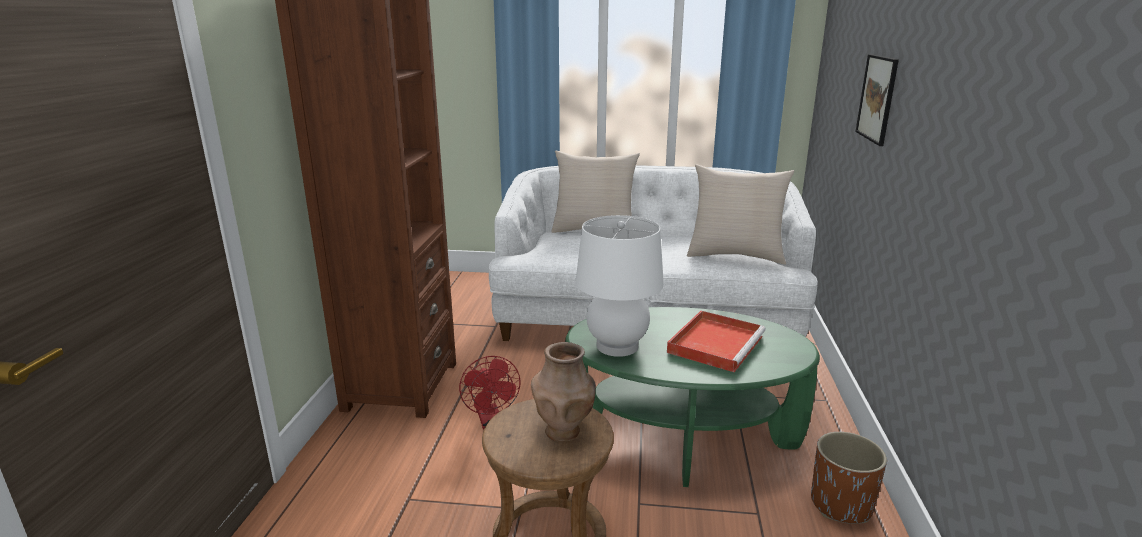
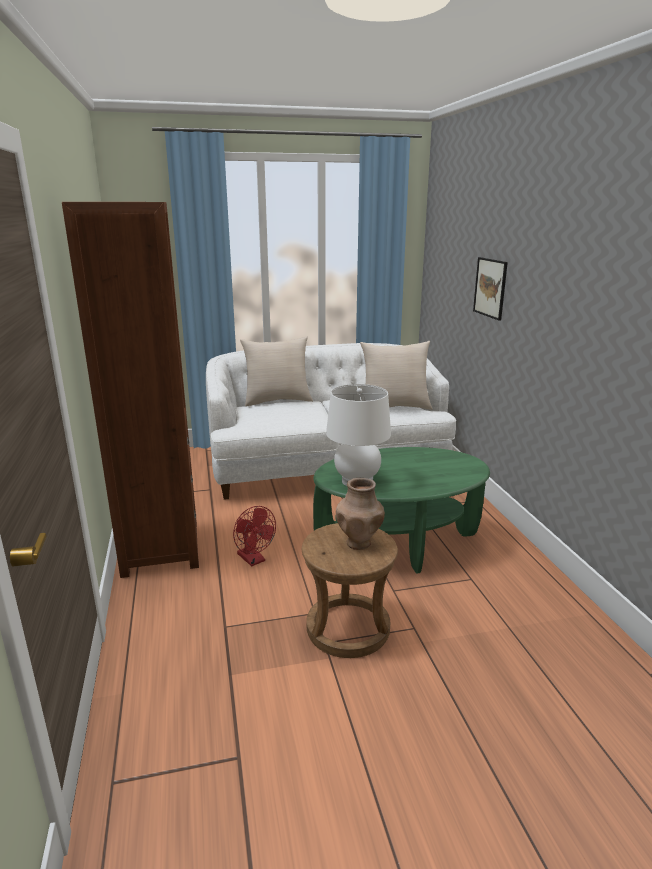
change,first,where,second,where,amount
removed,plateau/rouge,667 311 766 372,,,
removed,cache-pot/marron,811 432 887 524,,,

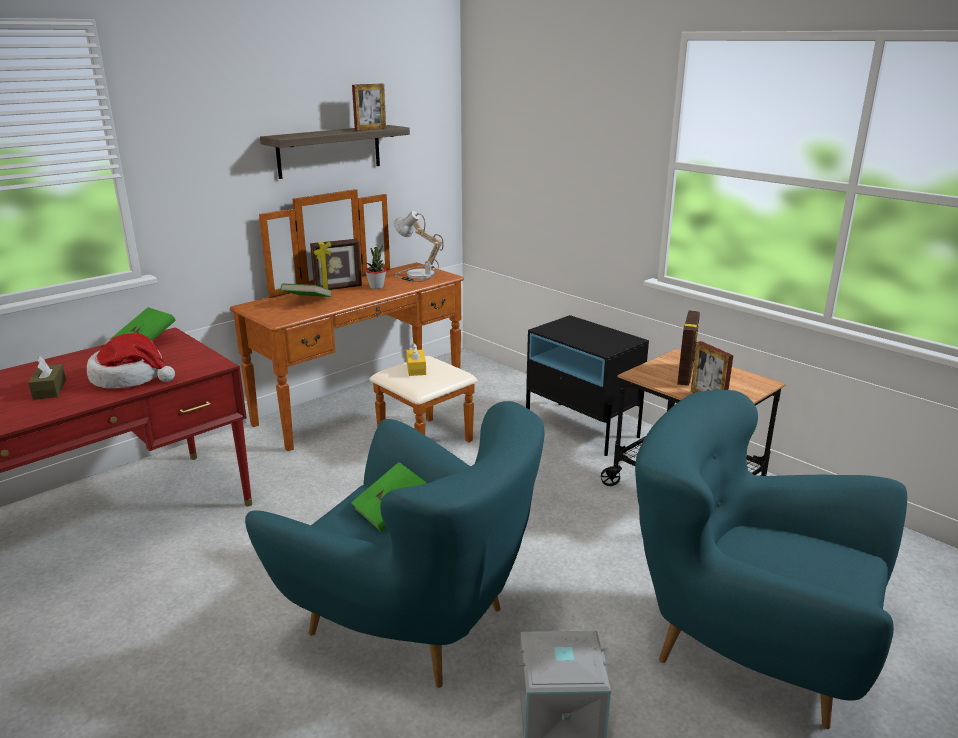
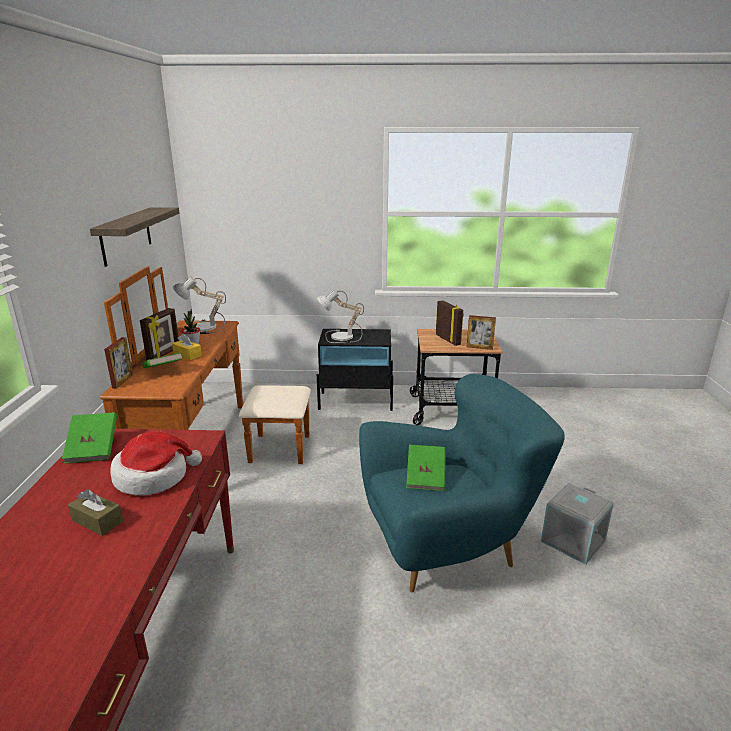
change,first,where,second,where,amount
moved,cadre photo,352 84 386 131,,104 337 133 388,
moved,boîte à mouchoirs/jaune,406 343 426 376,,172 334 202 360,
removed,fauteuil/turquoise,635 390 907 729,,,
added,,,lampe de table,317 289 364 344,

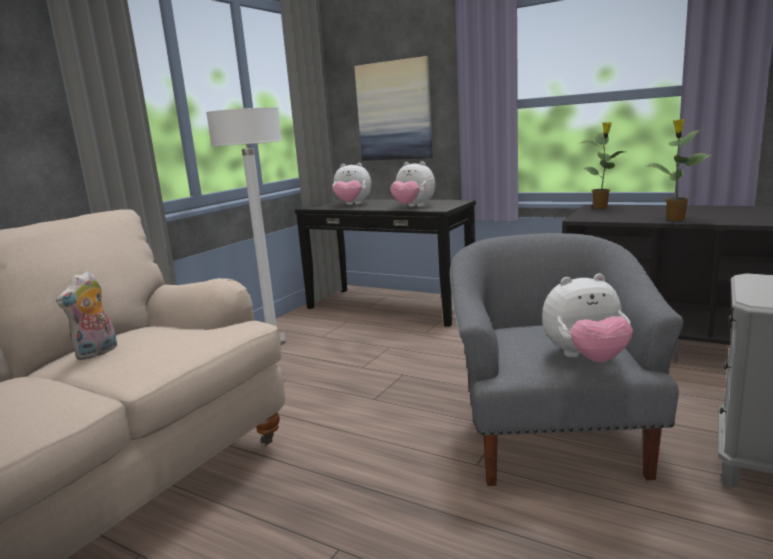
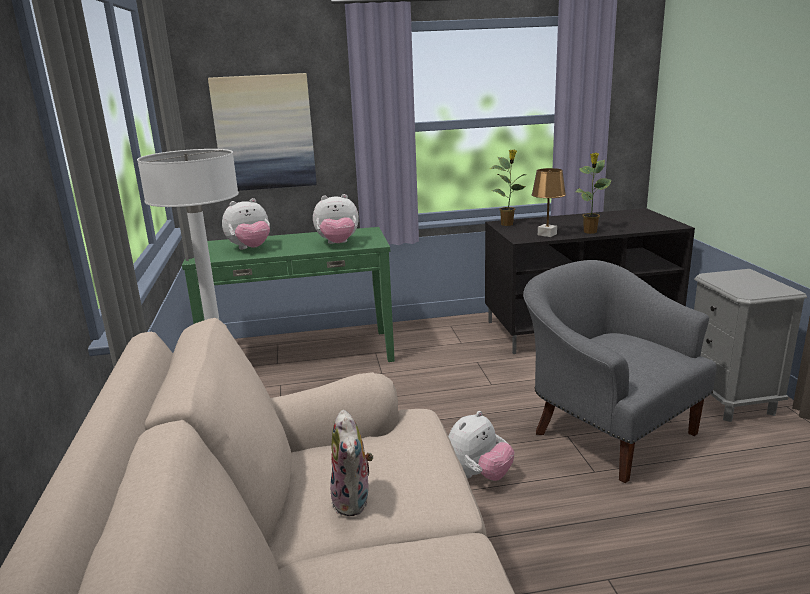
change,first,where,second,where,amount
recoloured,table console/noir,295 199 476 327,table console/vert,182 227 395 362,
moved,peluche,542 273 633 362,,448 411 514 481,
added,,,lampe de table/marron,532 168 566 237,

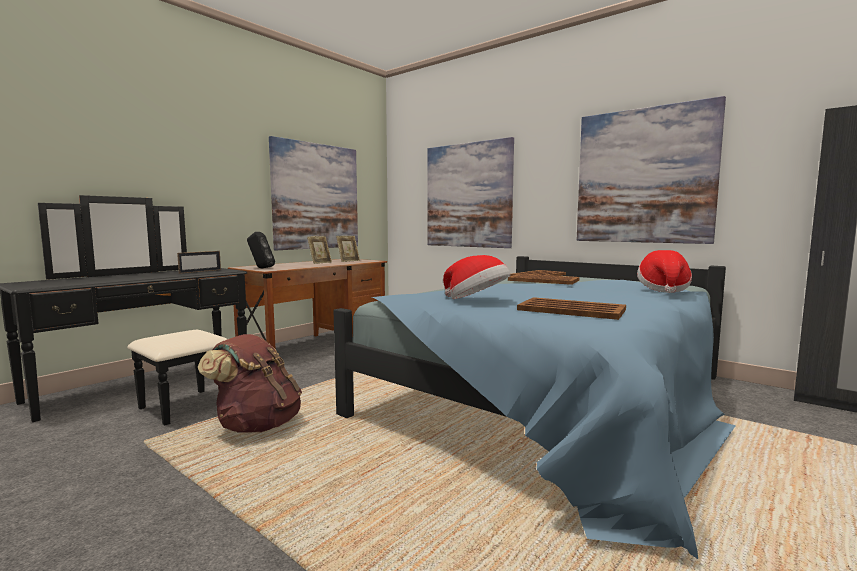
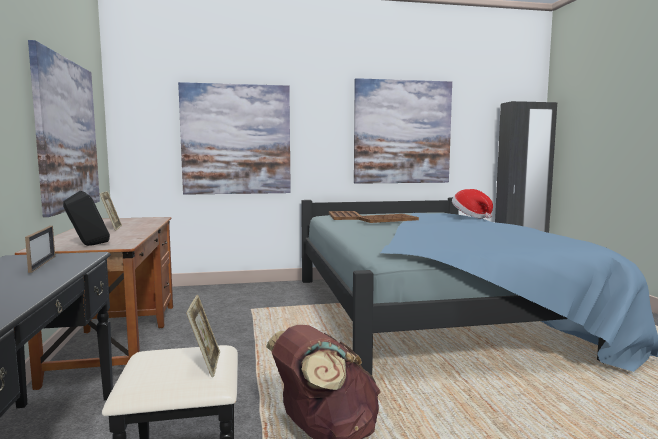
change,first,where,second,where,amount
moved,cadre photo,336 236 360 262,,186 295 220 377,
removed,chapeau,443 255 511 299,,,
removed,plateau/marron,517 297 626 320,,,

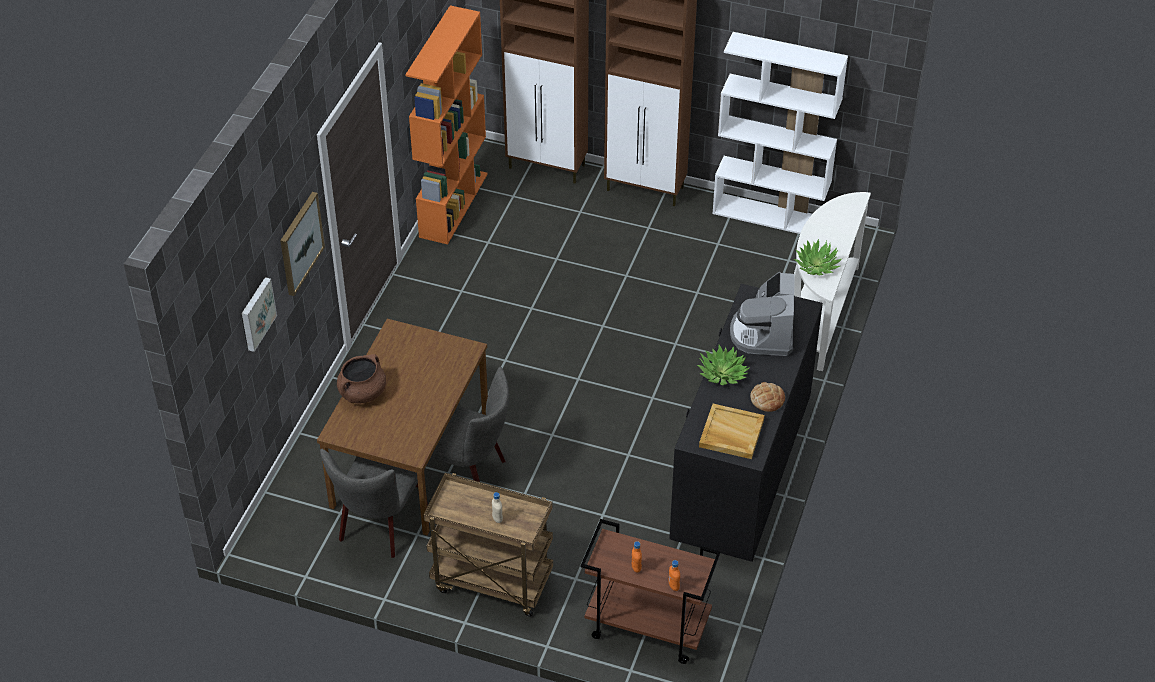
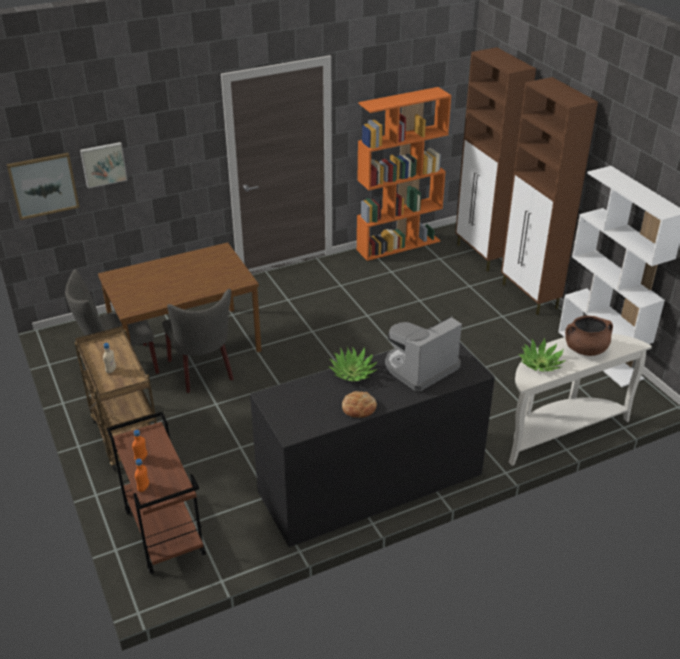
change,first,where,second,where,amount
moved,tableau,280 192 325 296,,6 153 80 220,
moved,marmite/marron,337 354 386 403,,565 316 613 356,
removed,plateau/beige,699 404 765 459,,,

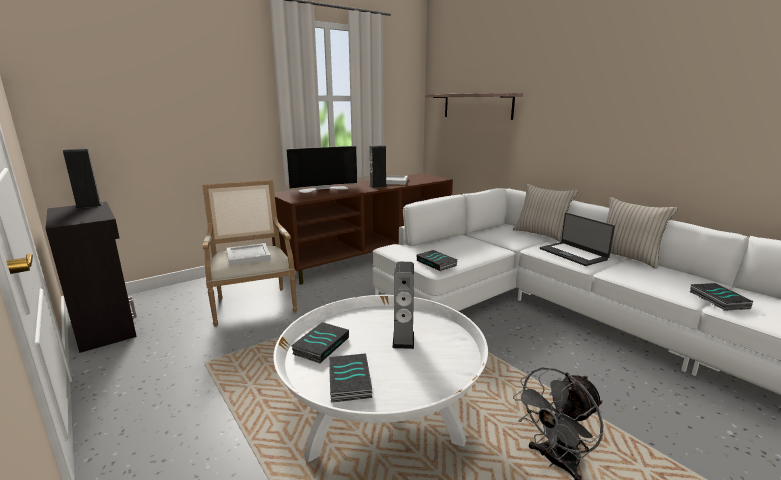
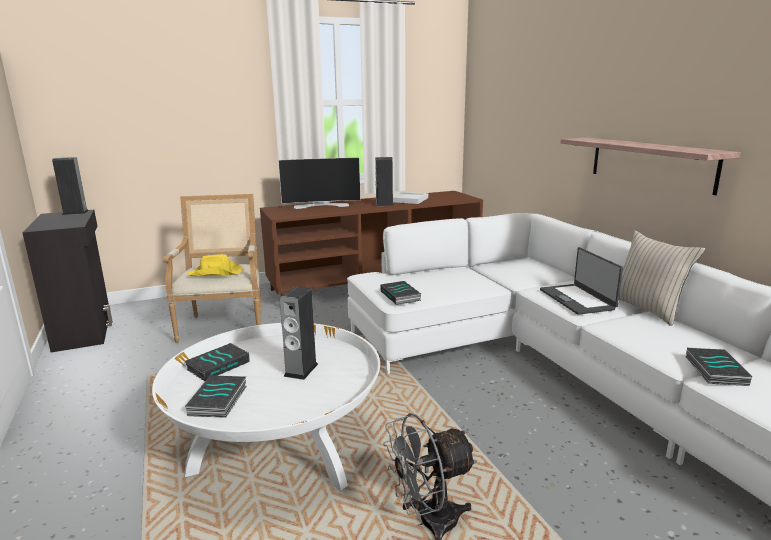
change,first,where,second,where,amount
moved,étagère,425 93 523 120,,561 137 741 195,
removed,coussin/beige,513 184 578 242,,,
replaced,plateau/blanc,227 243 271 266,chapeau/jaune,188 254 243 276,

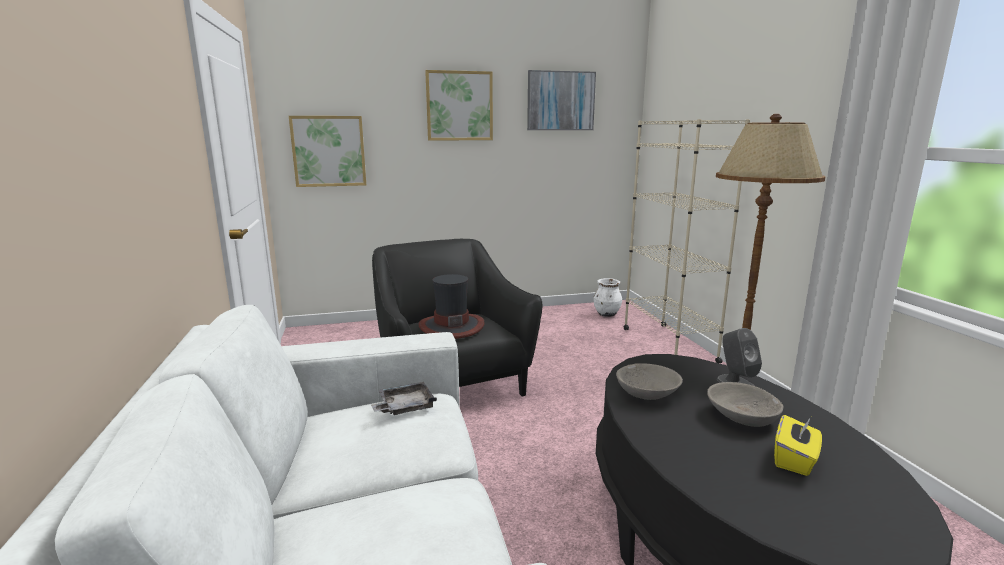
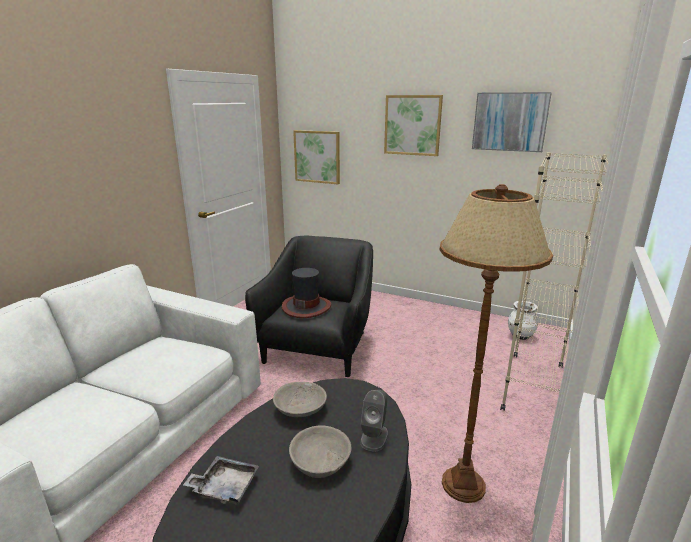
change,first,where,second,where,amount
moved,plateau/gris,371 382 437 415,,183 456 259 505,
removed,boîte à mouchoirs/jaune,774 415 822 476,,,

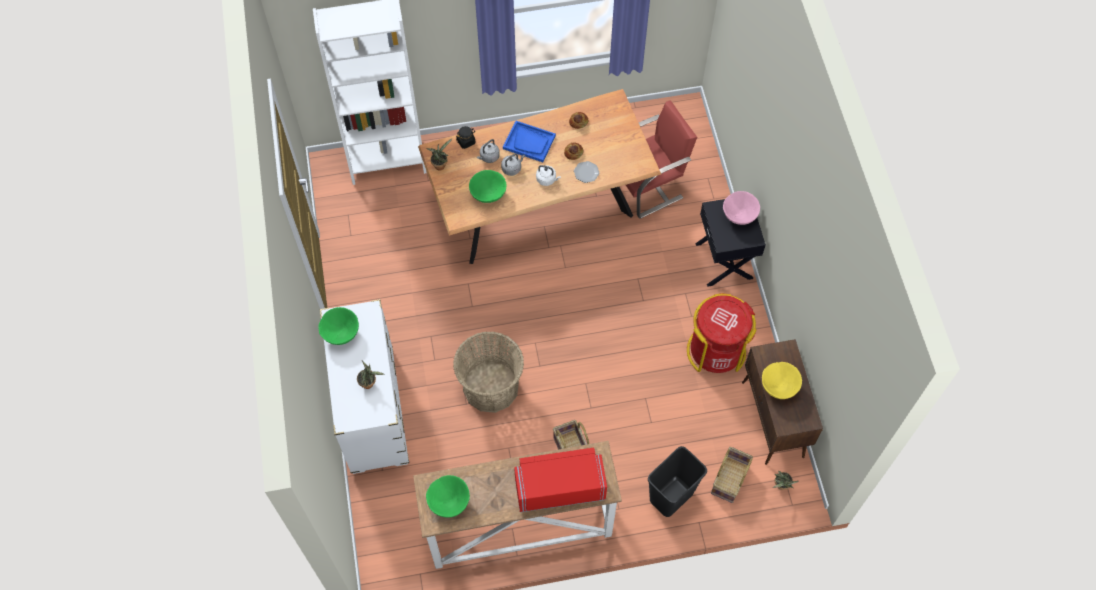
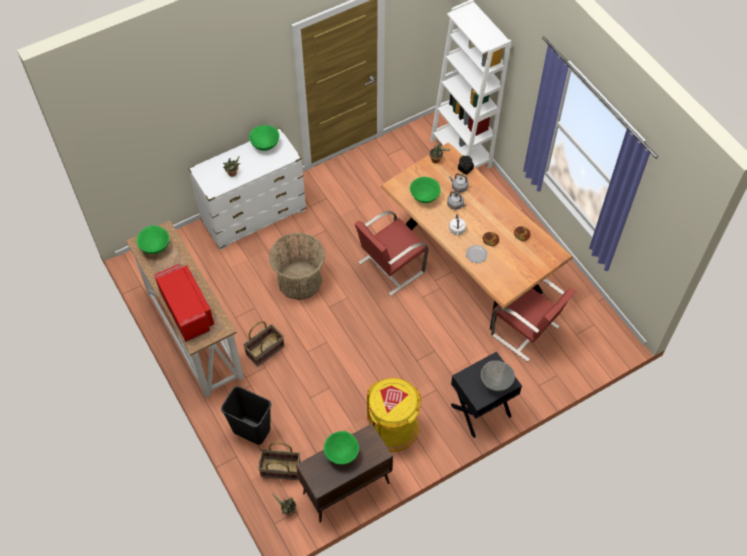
change,first,where,second,where,amount
removed,plateau/bleu,503 121 556 162,,,
recoloured,bol/rose,723 191 760 225,bol/gris,481 361 515 392,
recoloured,poubelle/rouge,687 293 756 373,poubelle/jaune,367 378 422 452,
recoloured,bol/jaune,762 362 802 399,bol/vert,324 431 359 465,
added,,,chaise/rouge,355 211 428 296,

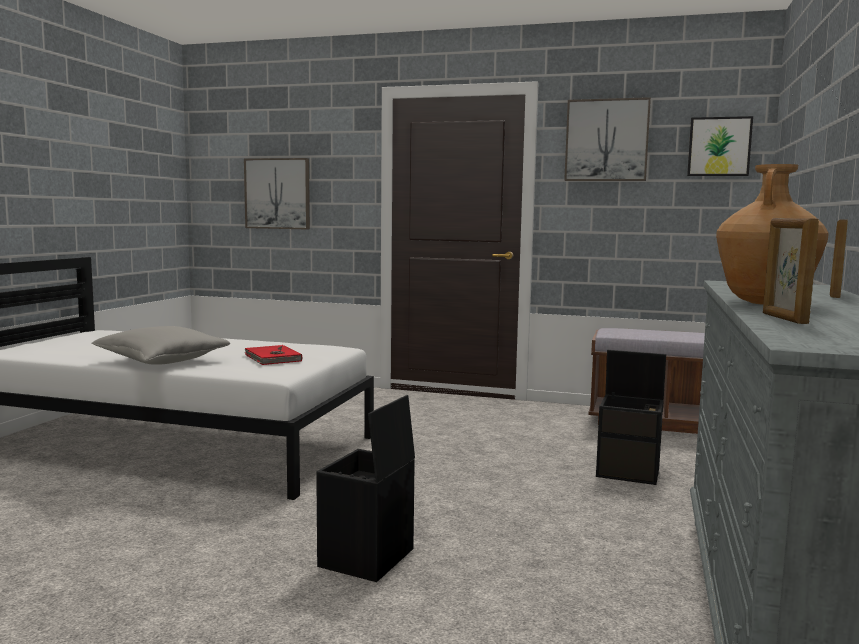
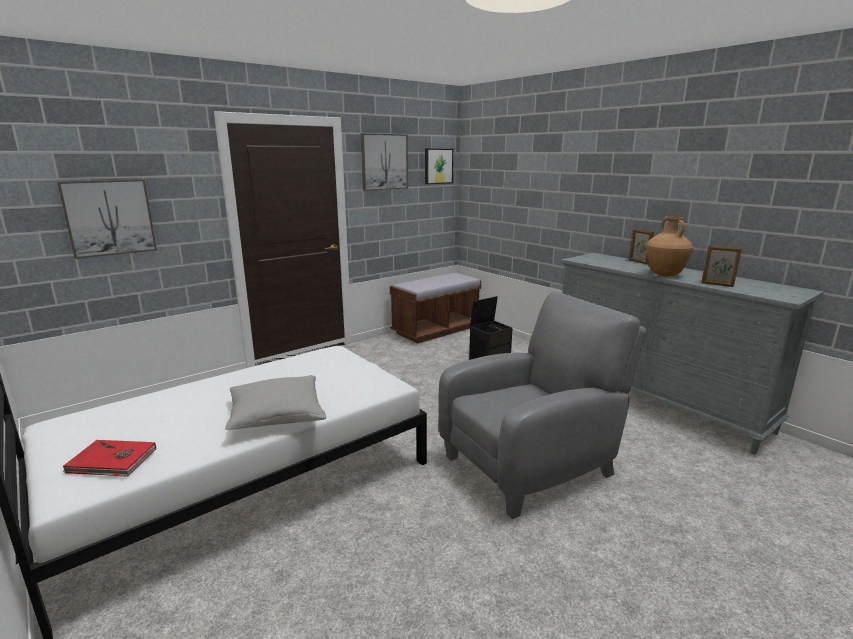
change,first,where,second,where,amount
moved,livre/rouge,244 345 302 365,,63 440 156 477,
replaced,boîte de rangement/noir,316 395 415 582,fauteuil/gris,439 292 646 519,

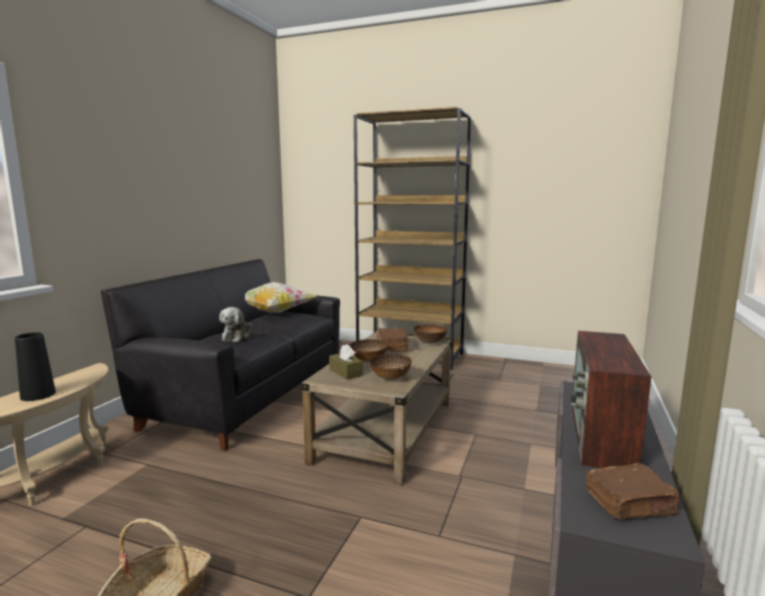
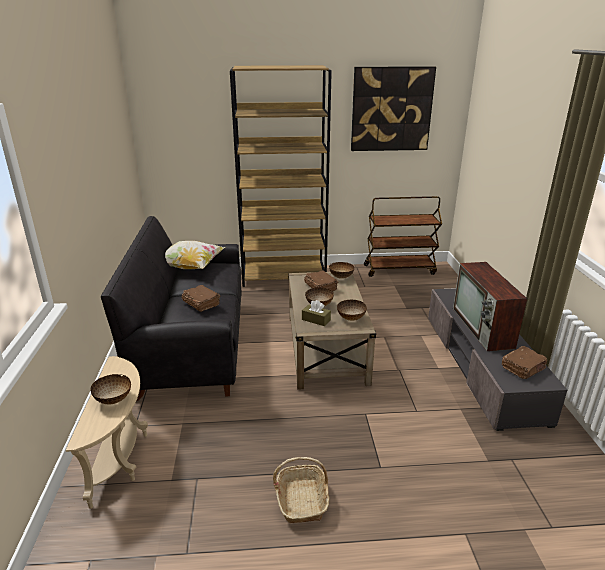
change,first,where,second,where,amount
replaced,peluche,219 307 252 342,livre/marron,182 285 221 312,
replaced,vase/noir,15 332 56 401,bol,90 374 131 404,
added,,,tableau,351 66 436 151,
added,,,chariot/marron,364 196 442 277,

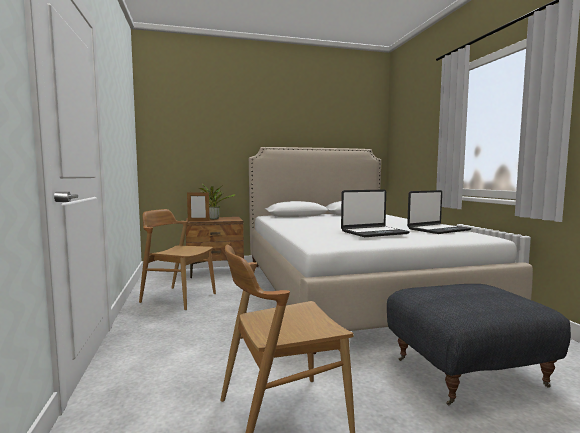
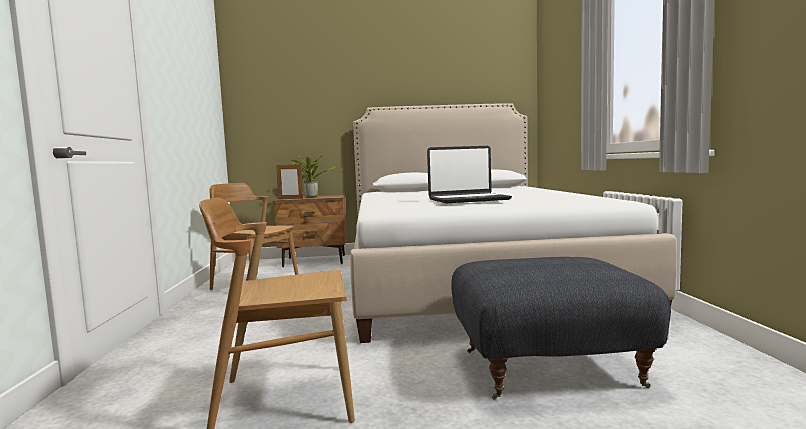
change,first,where,second,where,amount
removed,ordinateur portable,407 190 471 234,,,

